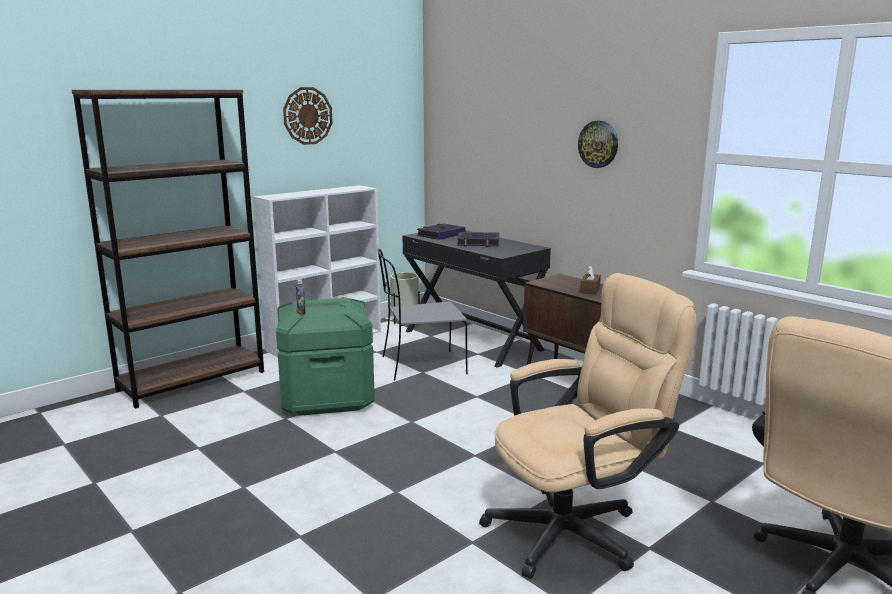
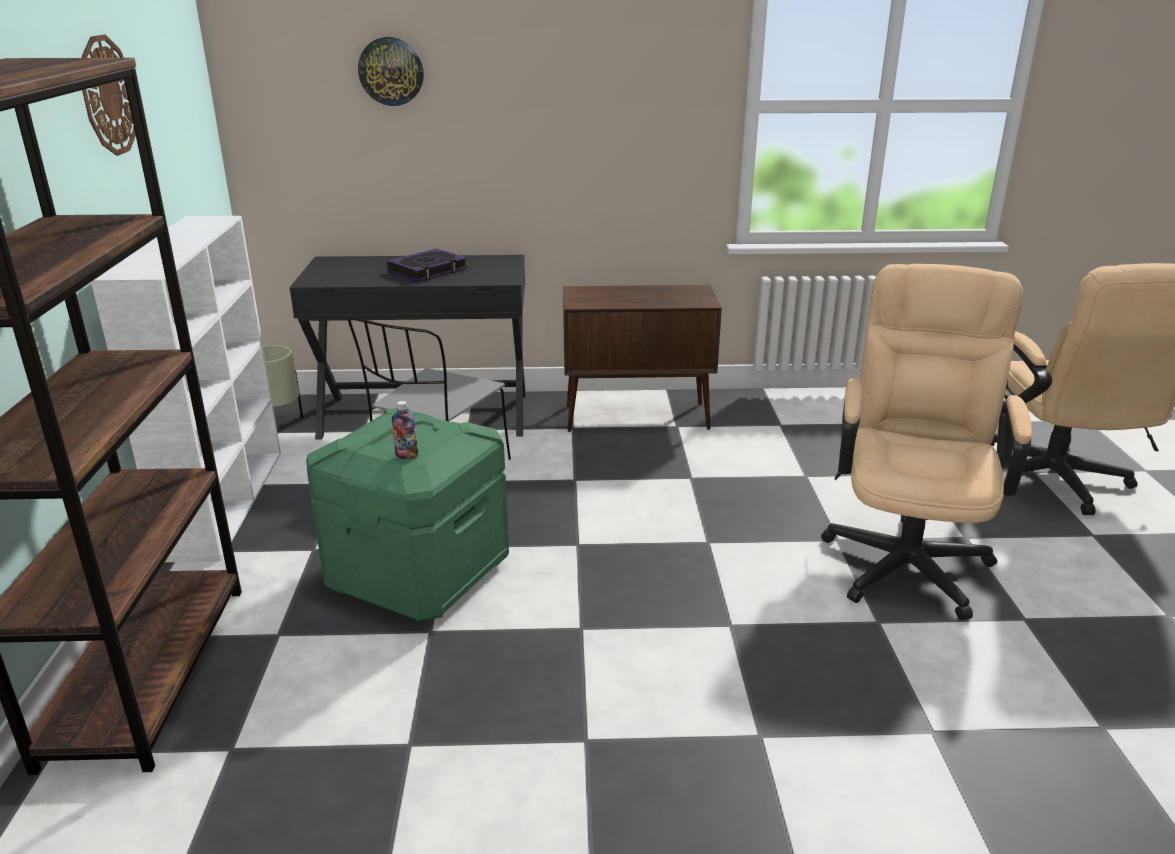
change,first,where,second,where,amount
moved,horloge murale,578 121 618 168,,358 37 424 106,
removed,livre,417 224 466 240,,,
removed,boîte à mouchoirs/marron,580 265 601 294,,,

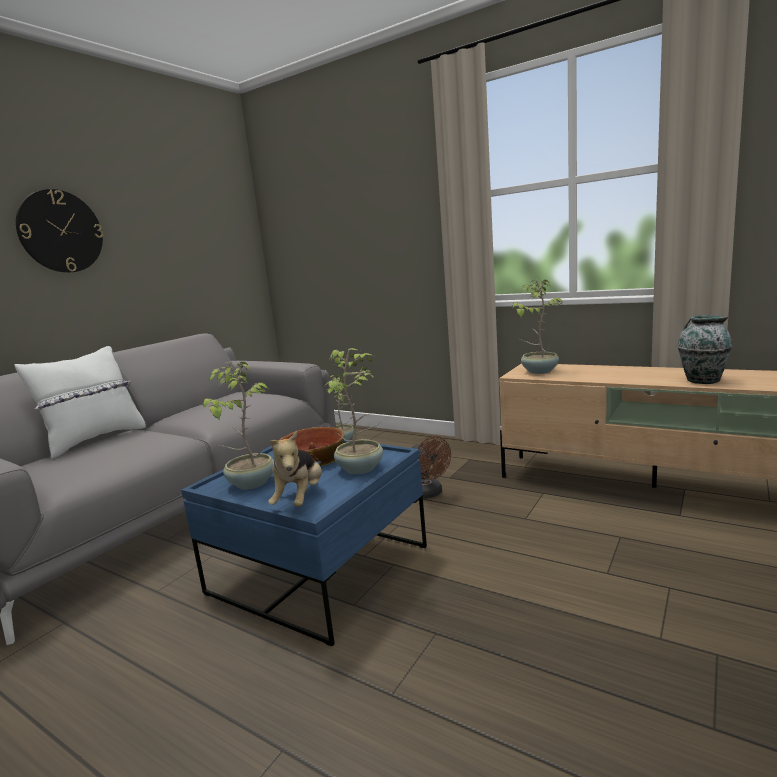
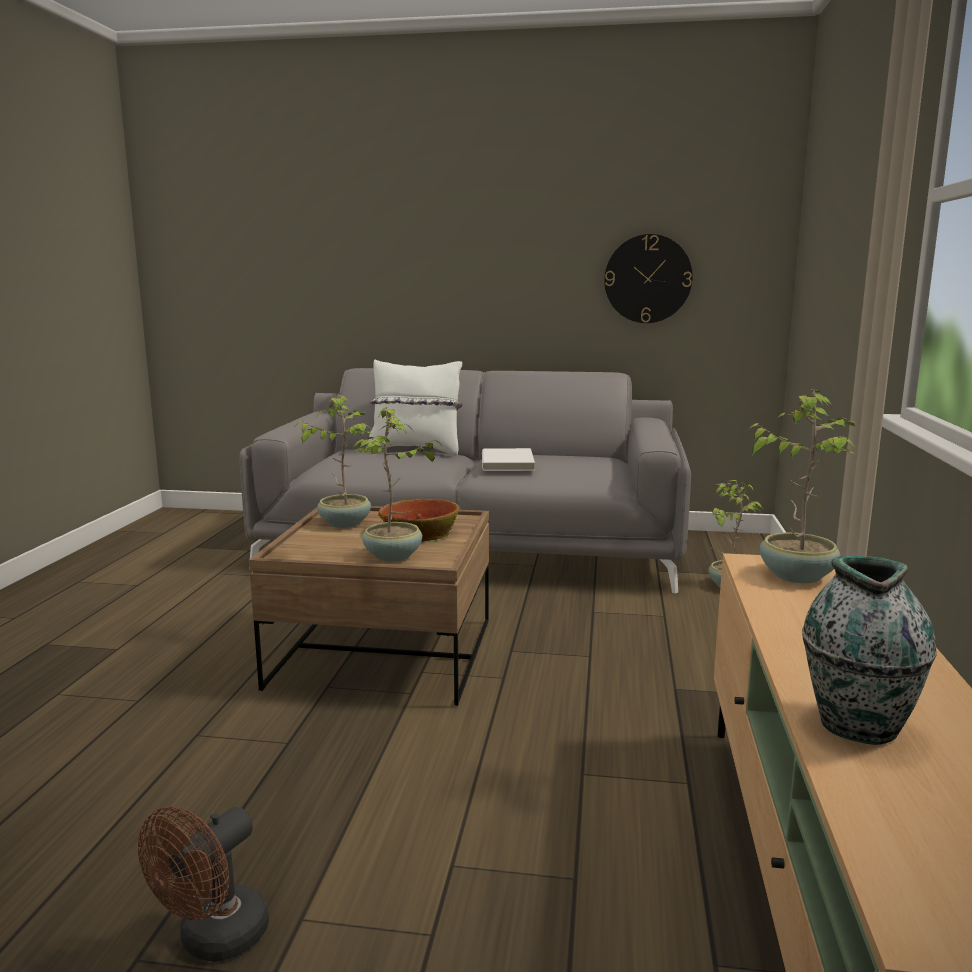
change,first,where,second,where,amount
moved,horloge murale,16 189 103 273,,604 234 693 323,
removed,peluche,268 431 322 507,,,
moved,ventilateur/marron,412 436 451 499,,138 806 269 962,
recoloured,table basse/bleu,181 439 427 646,table basse/marron,249 506 489 706,
added,,,livre/blanc,482 448 535 471,

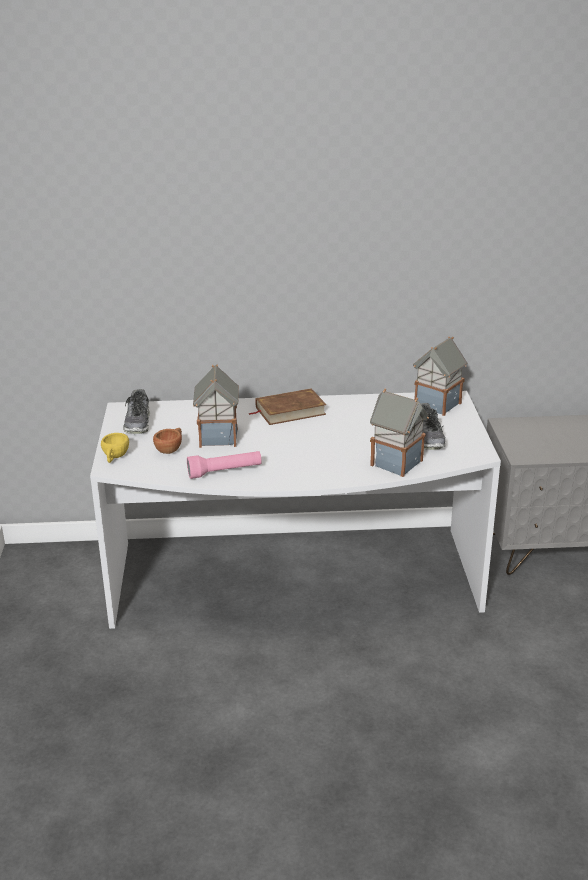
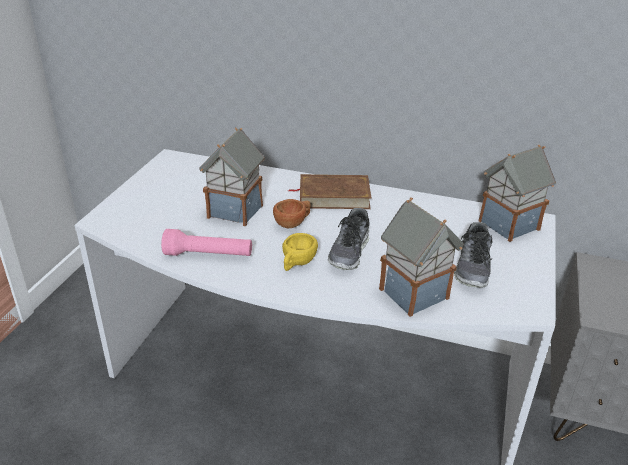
change,first,where,second,where,amount
moved,chaussure,123 389 150 434,,328 208 370 270,
moved,tasse/marron,153 428 182 454,,273 199 311 228,
moved,tasse/jaune,101 433 129 463,,282 233 318 271,

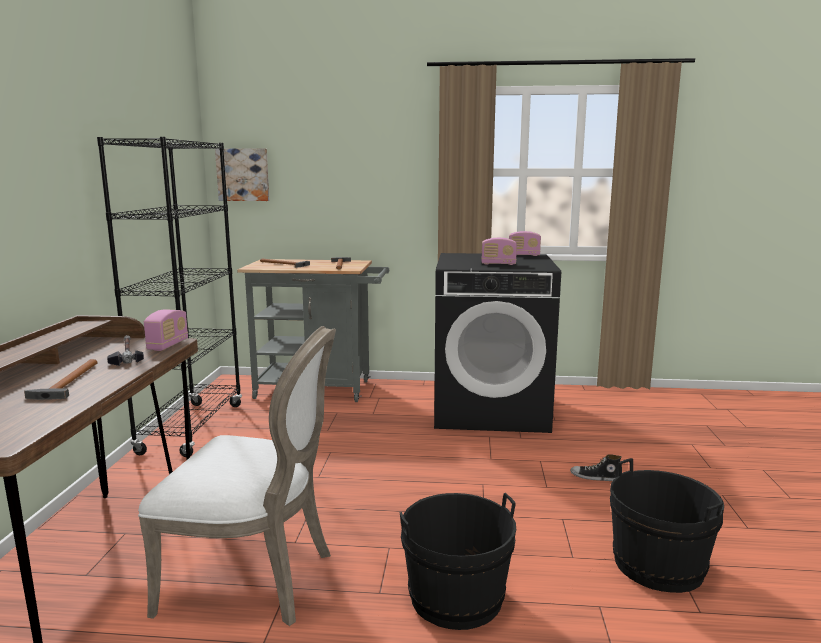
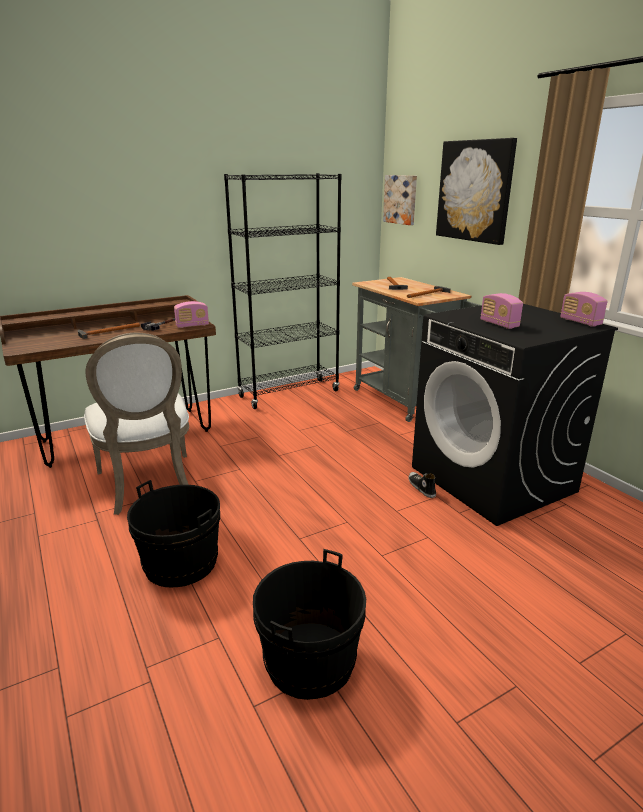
change,first,where,second,where,amount
moved,chaussure,570 454 622 481,,409 472 436 498,
added,,,tableau,436 138 517 245,

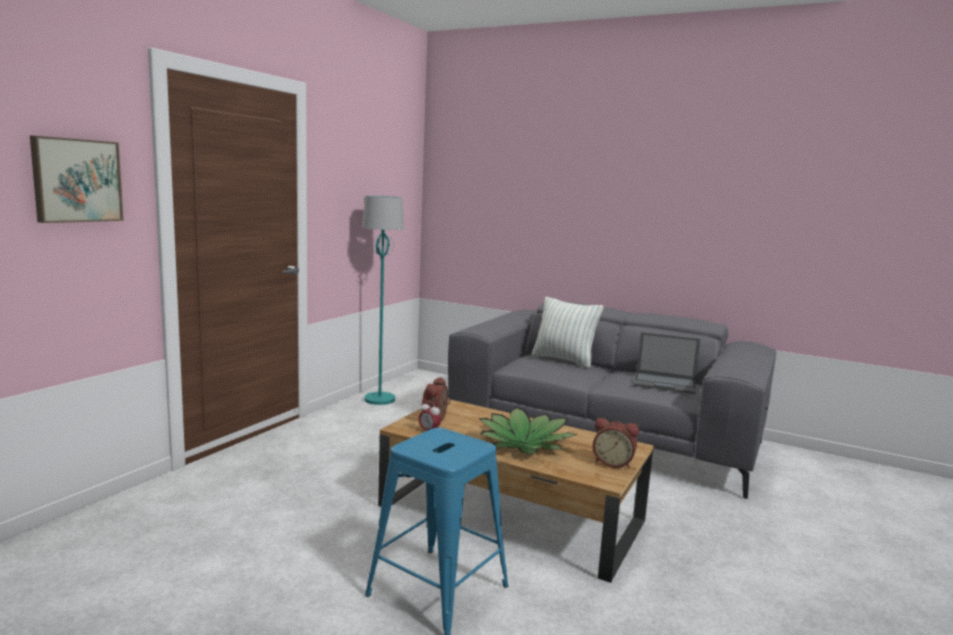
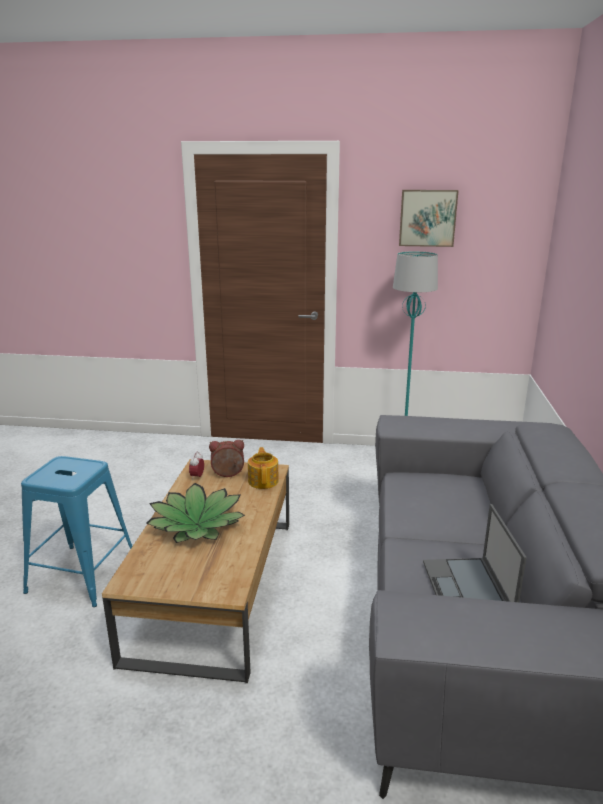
change,first,where,second,where,amount
moved,tableau,30 136 124 223,,399 190 459 247,
removed,coussin,532 297 604 368,,,
removed,réveil,593 418 639 468,,,
added,,,théière,248 447 279 489,

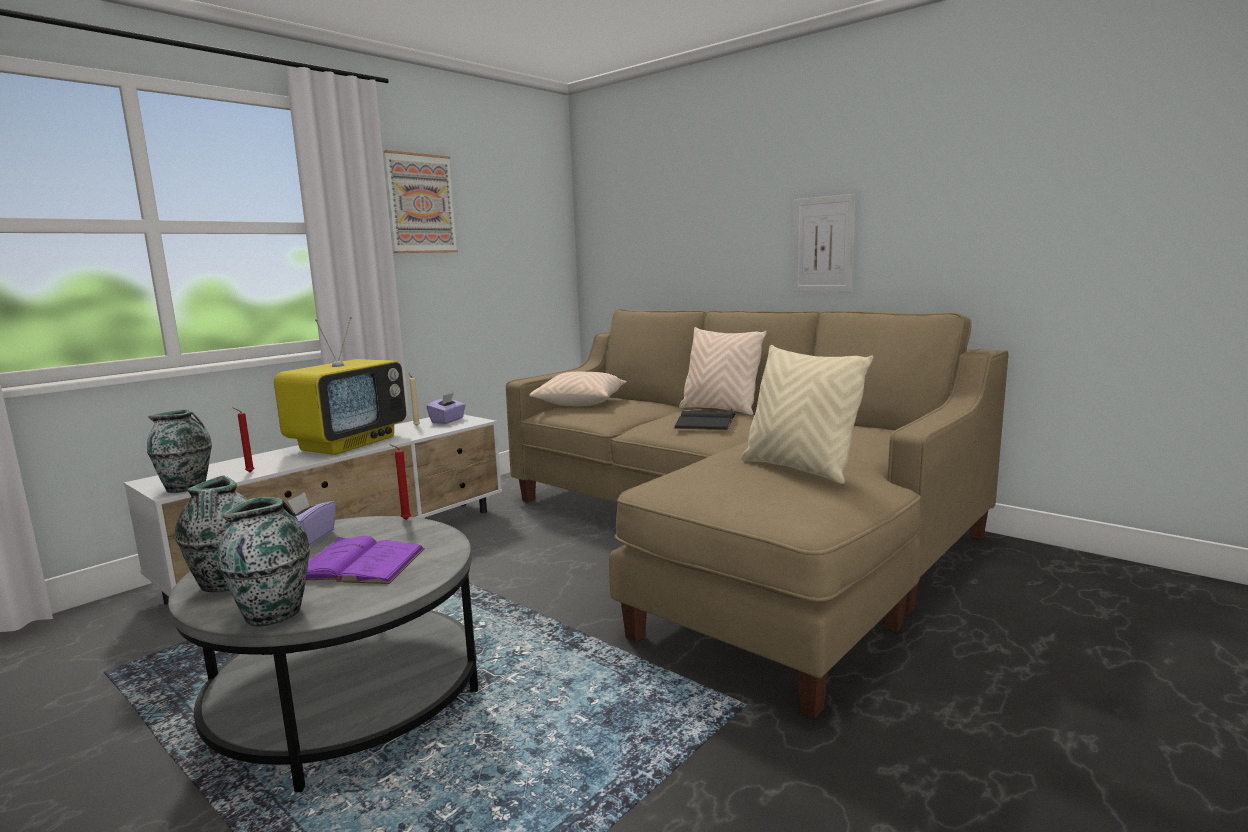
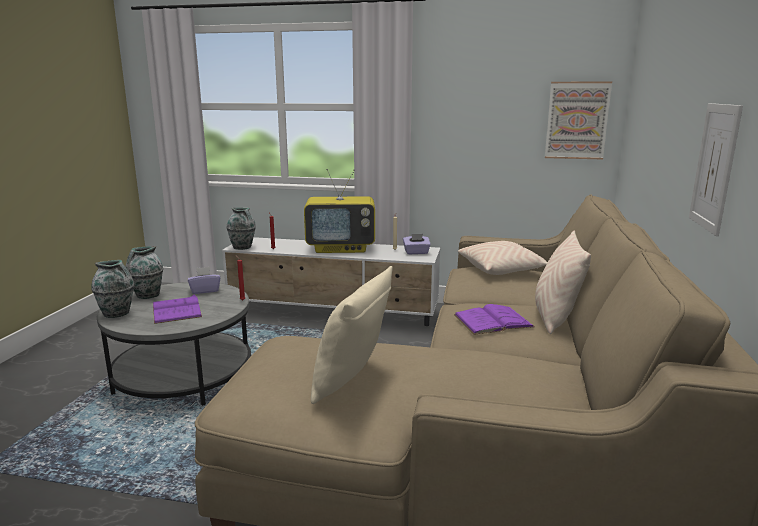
change,first,where,second,where,amount
moved,tableau,384 150 458 253,,545 82 612 159,
recoloured,livre/noir,674 409 736 430,livre/violet,454 304 535 335,

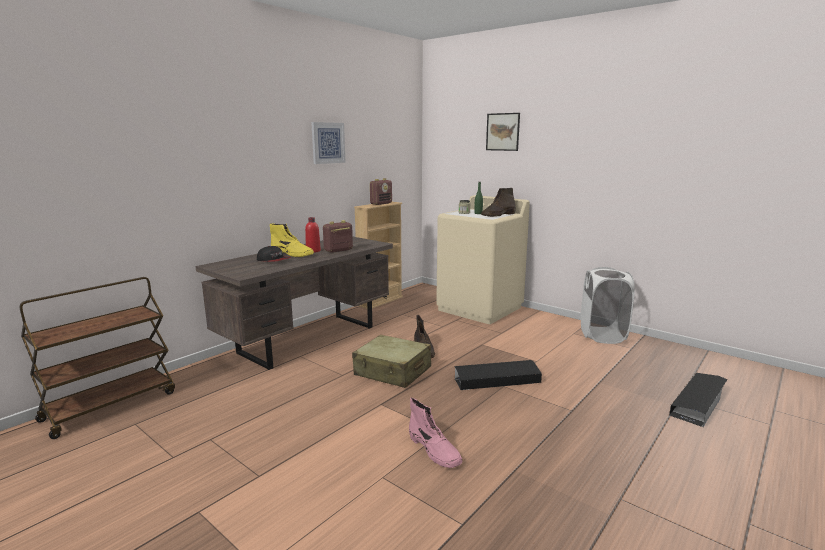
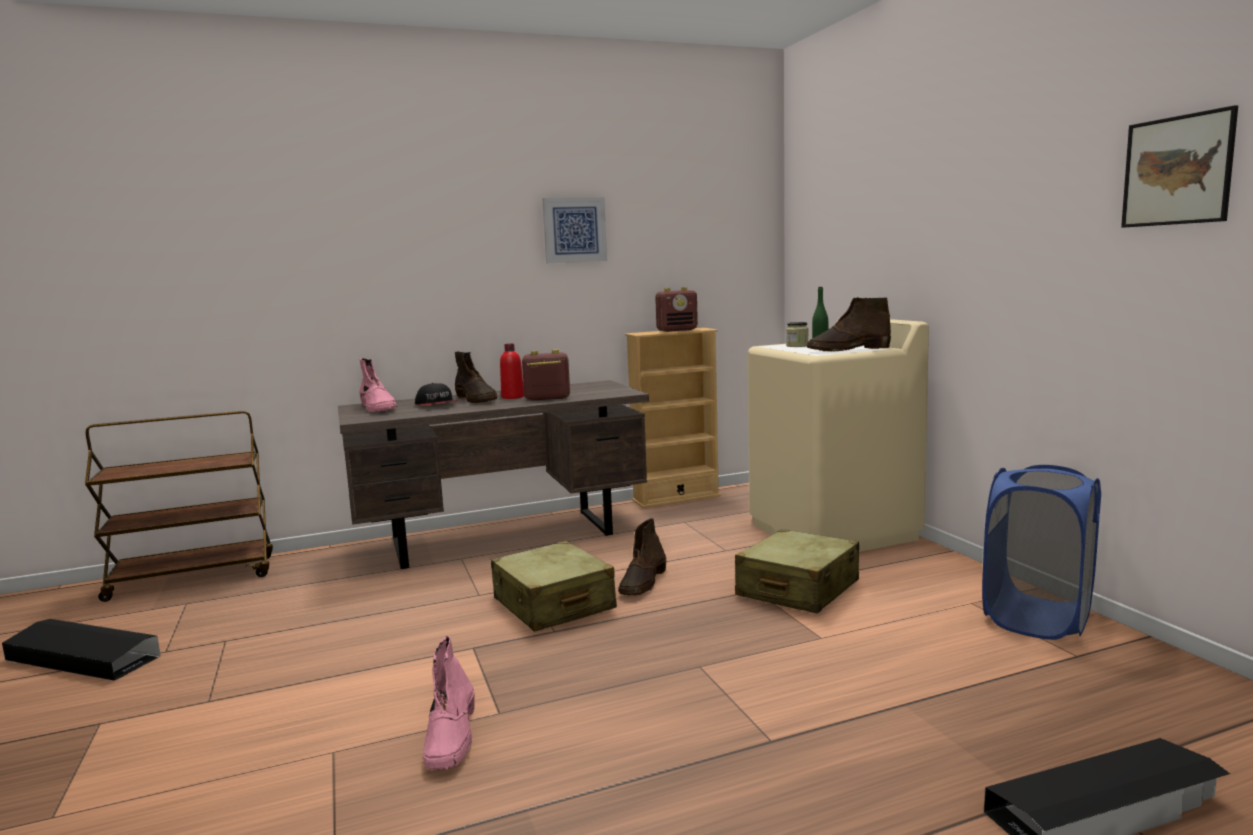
change,first,where,second,where,amount
moved,tableau,486 113 520 151,,1121 105 1238 228,
recoloured,botte/jaune,270 223 314 257,botte/marron,455 352 498 403,
recoloured,panier à linge/blanc,581 267 635 344,panier à linge/bleu,982 465 1101 640,
moved,boîte de rangement/noir,454 360 542 390,,2 619 161 681,
added,,,botte/rose,359 358 397 412,
added,,,valise/beige,735 529 859 613,

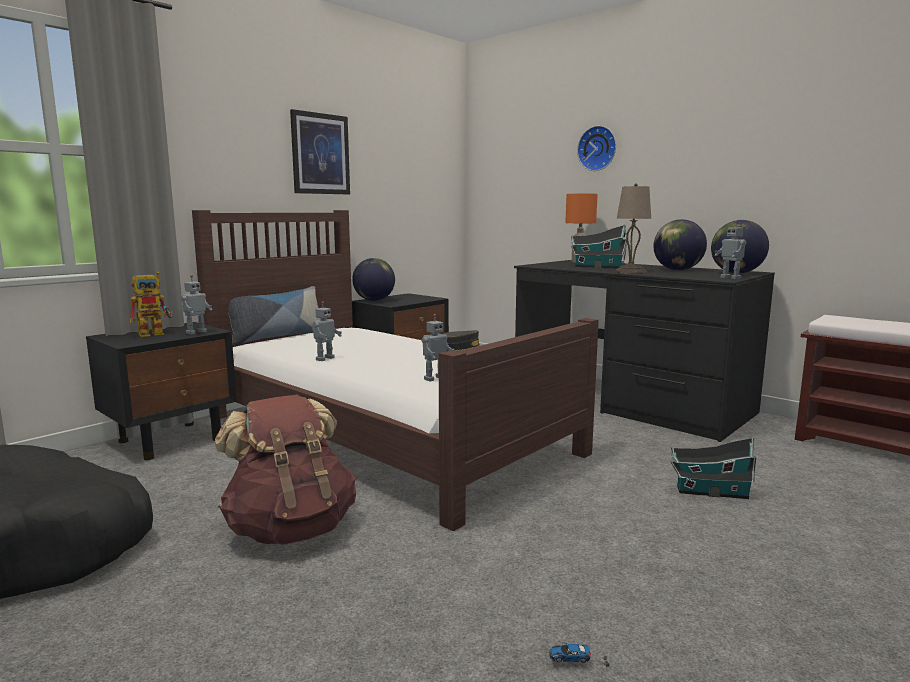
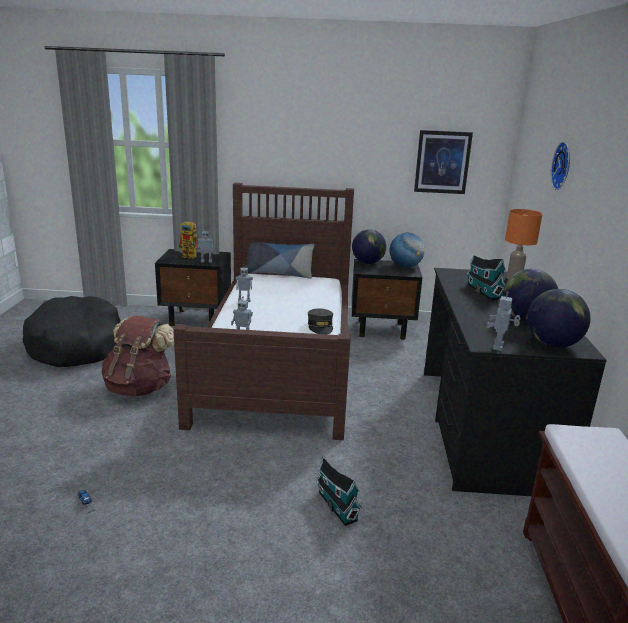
change,first,where,second,where,amount
moved,tableau,290 109 350 194,,414 130 473 194,
removed,lampe de table/beige,615 183 651 274,,,
added,,,globe,390 233 425 268,

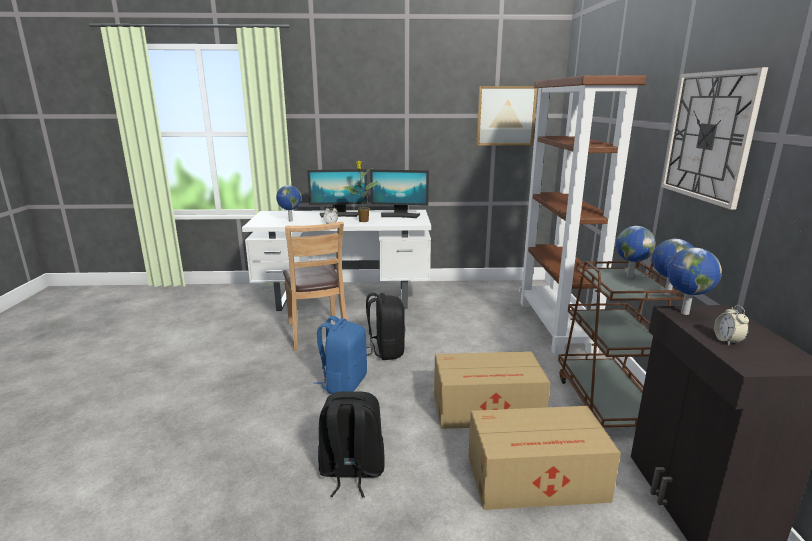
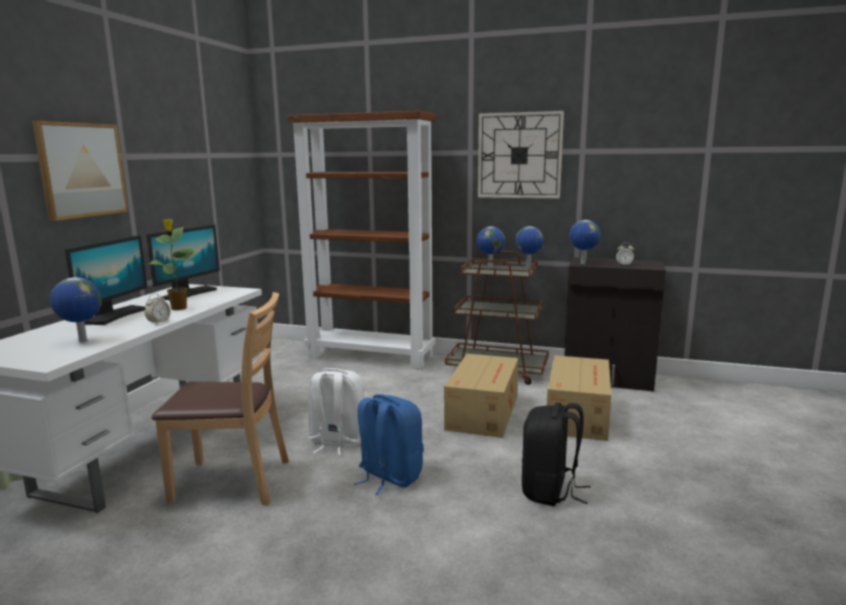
change,first,where,second,where,amount
moved,tableau,477 86 537 146,,32 121 128 221,
recoloured,sac à dos/noir,366 293 405 360,sac à dos/blanc,308 368 364 455,

